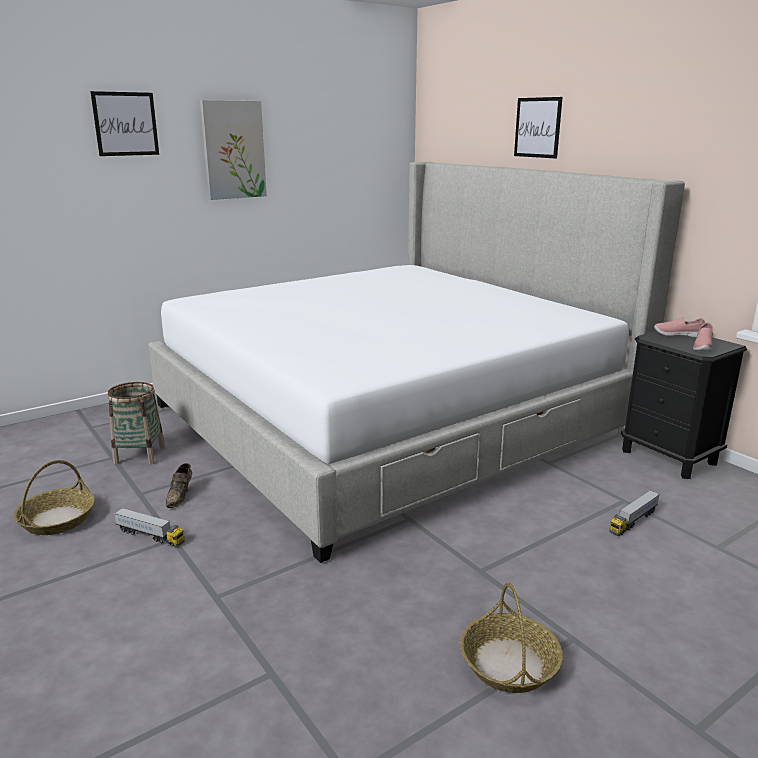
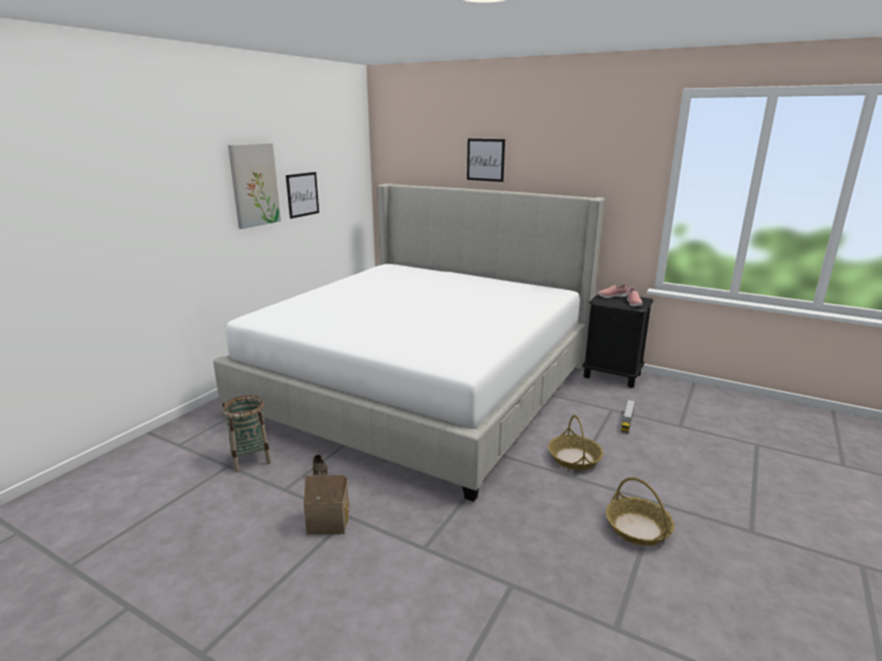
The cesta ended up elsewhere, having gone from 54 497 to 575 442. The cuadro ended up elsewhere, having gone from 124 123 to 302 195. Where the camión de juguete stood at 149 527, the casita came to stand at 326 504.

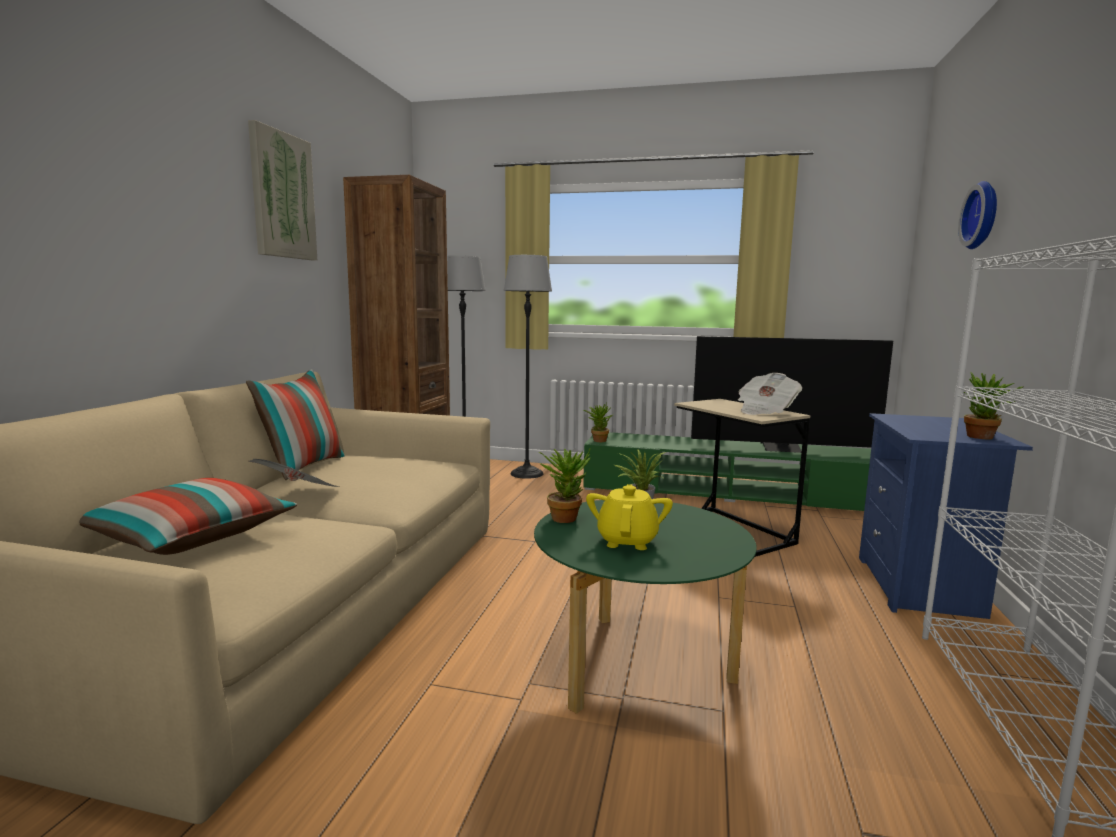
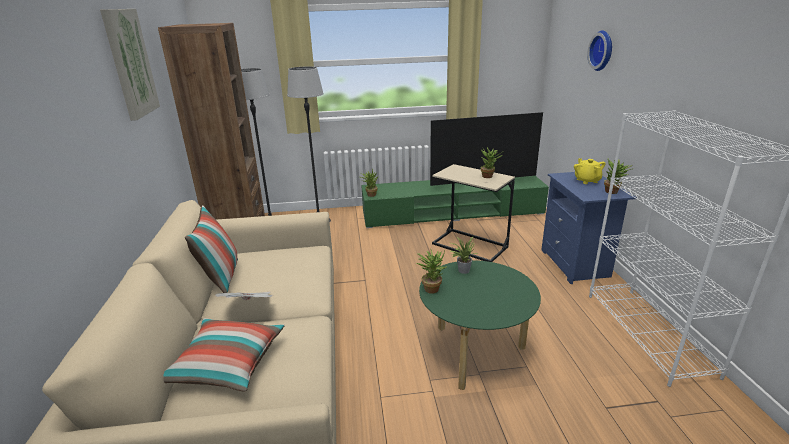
The tetera [amarillo] ended up elsewhere, having gone from 629 517 to 590 171. Where the periódico stood at 770 394, the planta en maceta came to stand at 491 162.

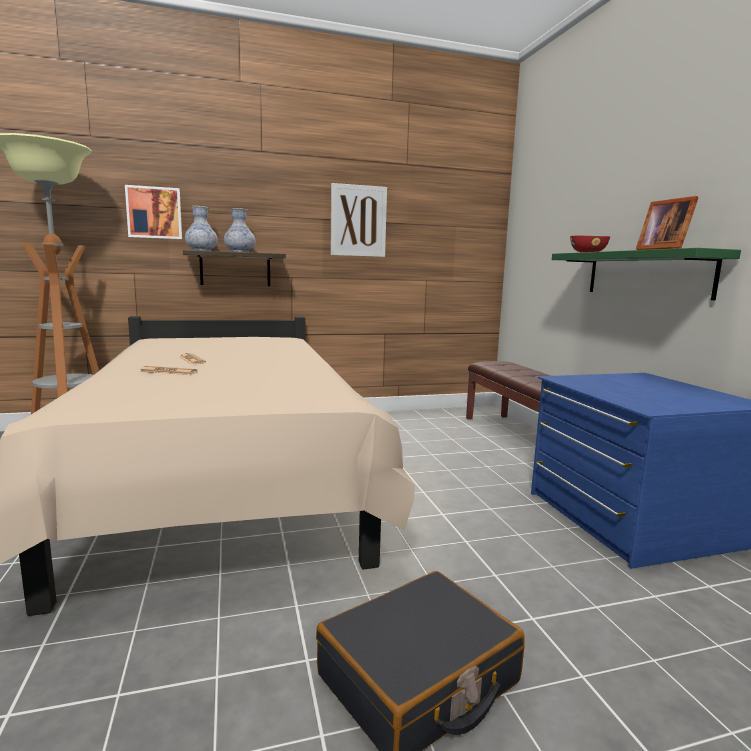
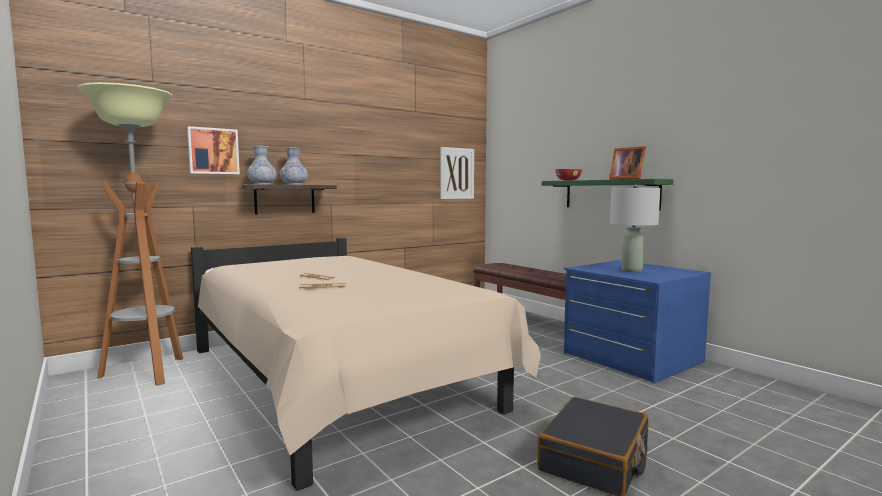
The second view gained the lámpara de mesa [gris] at 635 228. The cuadro ended up elsewhere, having gone from 359 220 to 457 173.

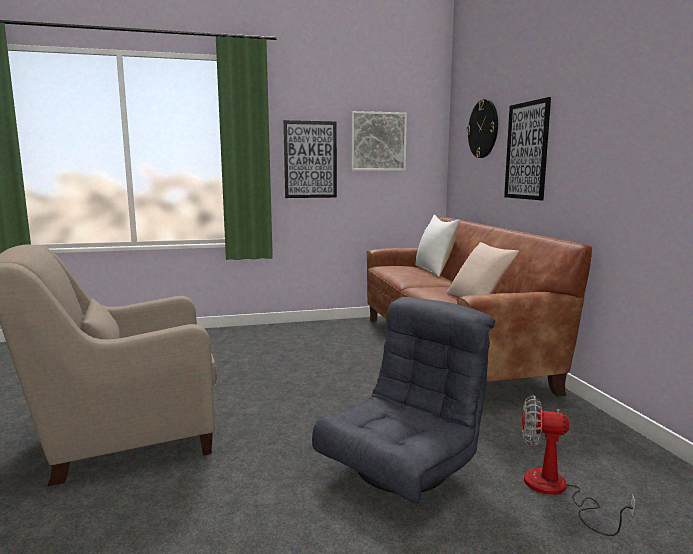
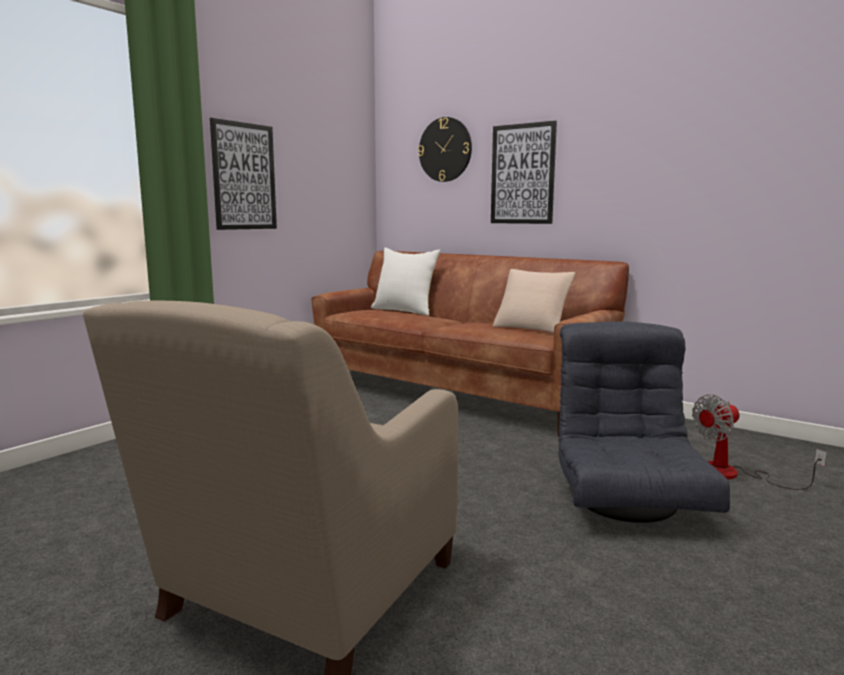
The second view lost the cuadro at 379 141.

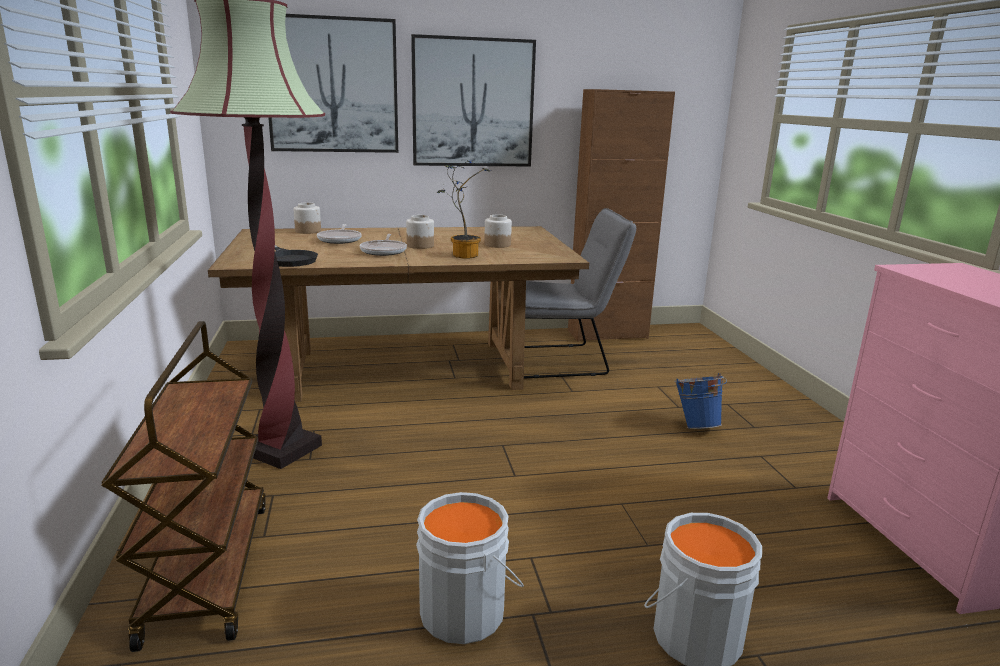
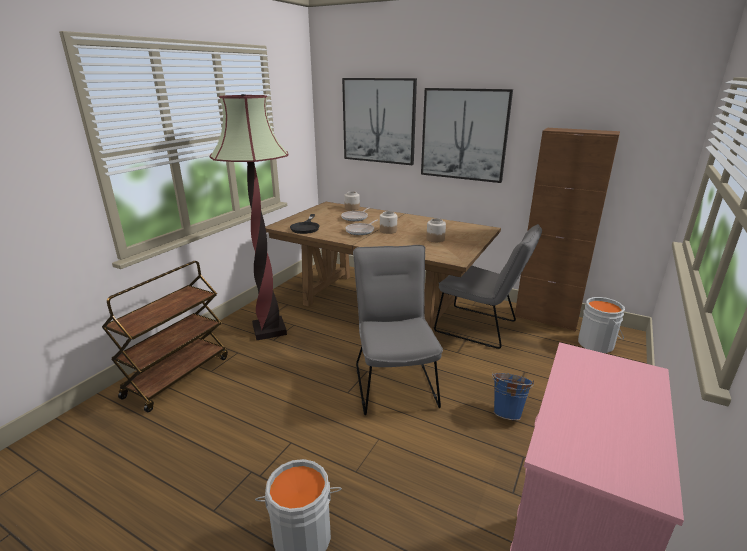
The second view lost the planta en maceta at 464 209. The second view gained the silla [gris] at 398 330. The cubo [gris] ended up elsewhere, having gone from 470 568 to 601 325.

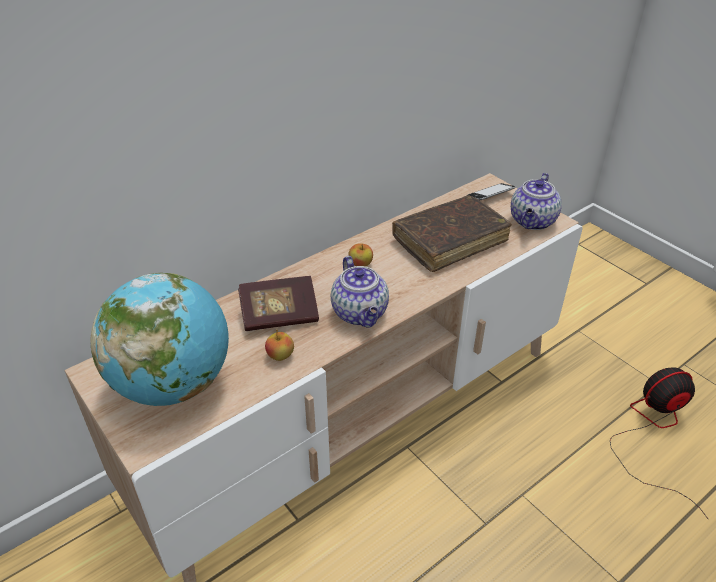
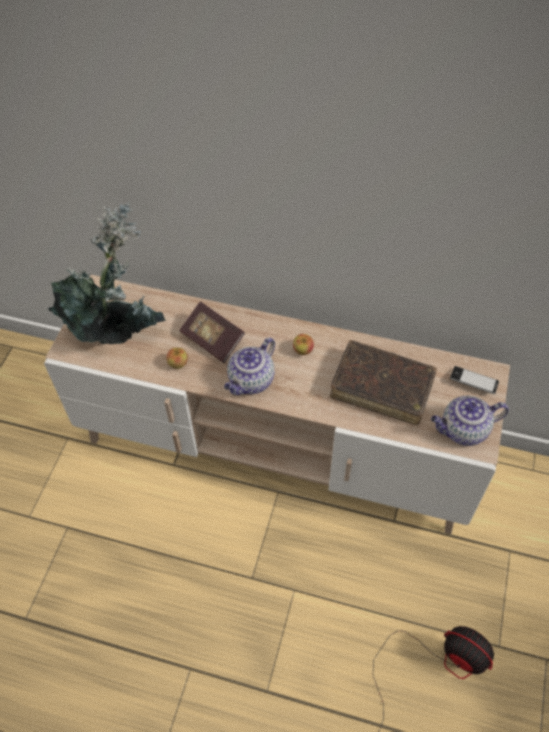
Where the globo terráqueo stood at 160 339, the planta en maceta came to stand at 107 272.

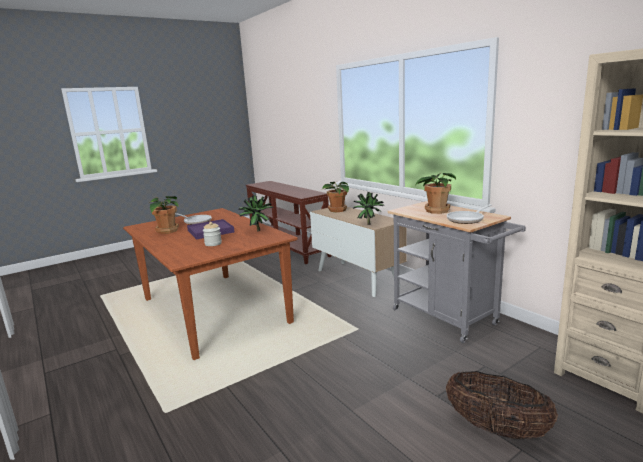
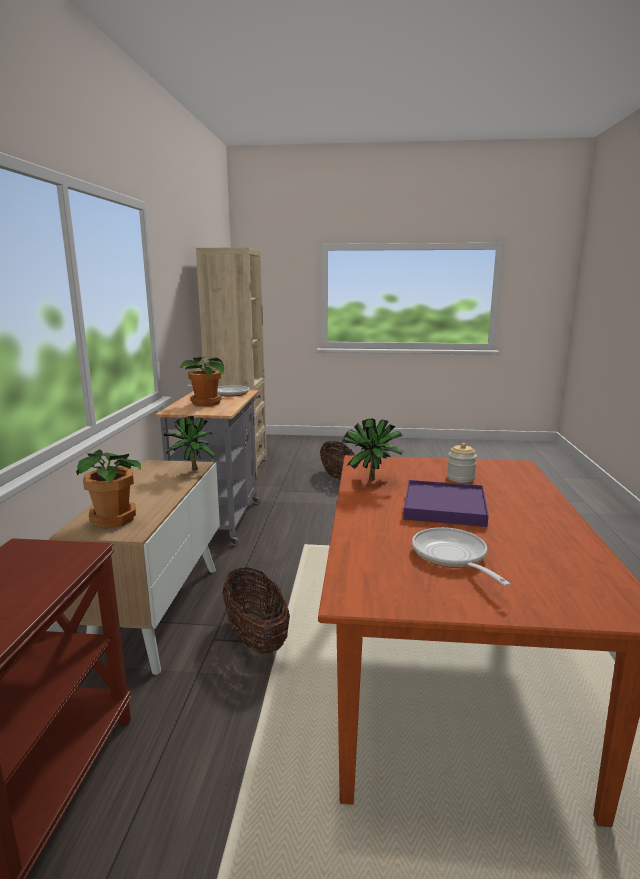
The second view lost the planta en maceta at 164 215. The second view gained the cesta at 256 610.

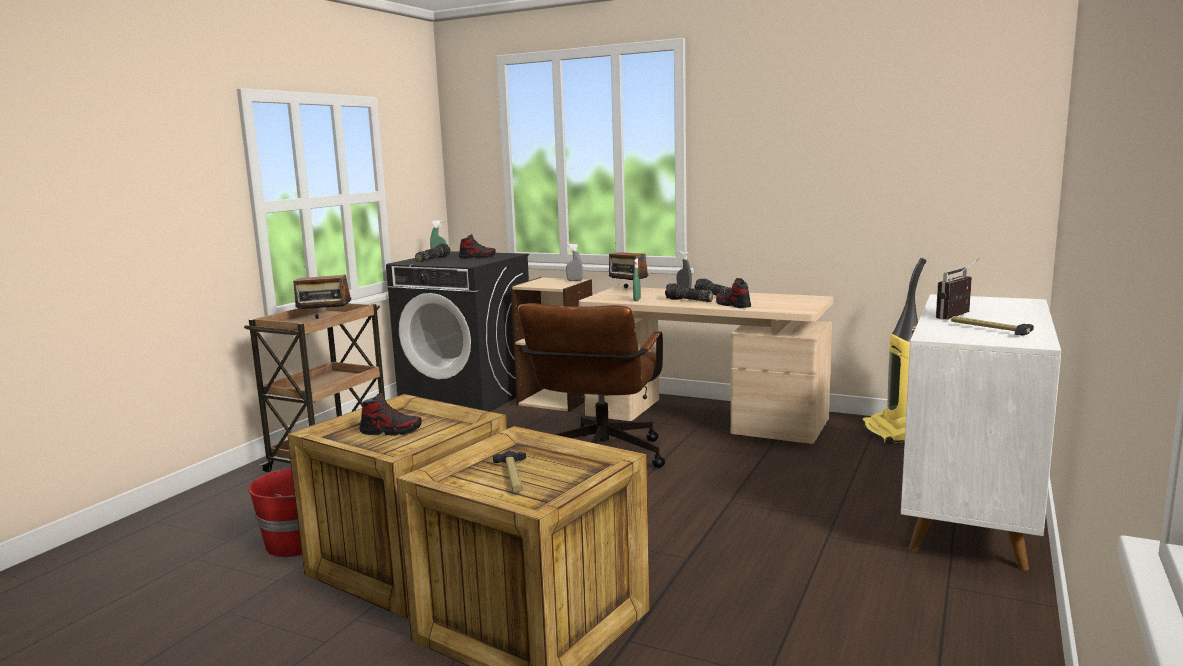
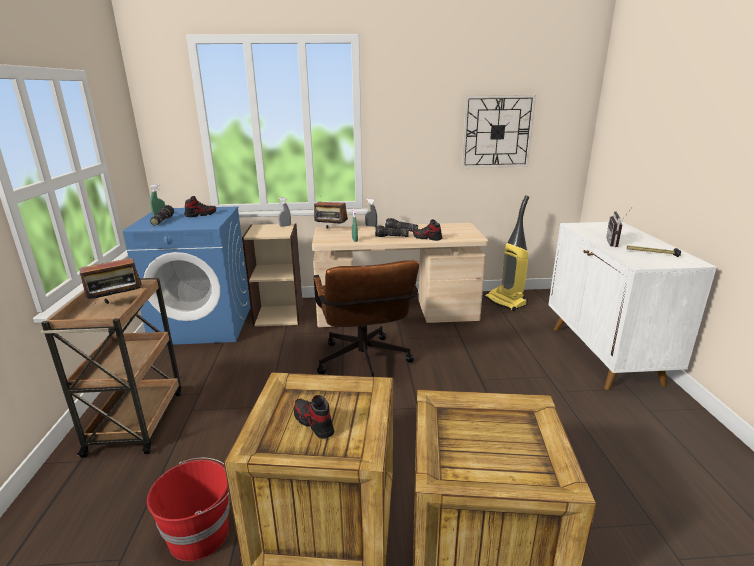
The second view lost the martillo at 509 471. The second view gained the reloj de pared at 498 131. What was the lavadora [negro] at 457 331 turned into the lavadora [azul] at 187 275. The zapato at 391 414 ended up facing another way, 105 degrees counterclockwise from before.

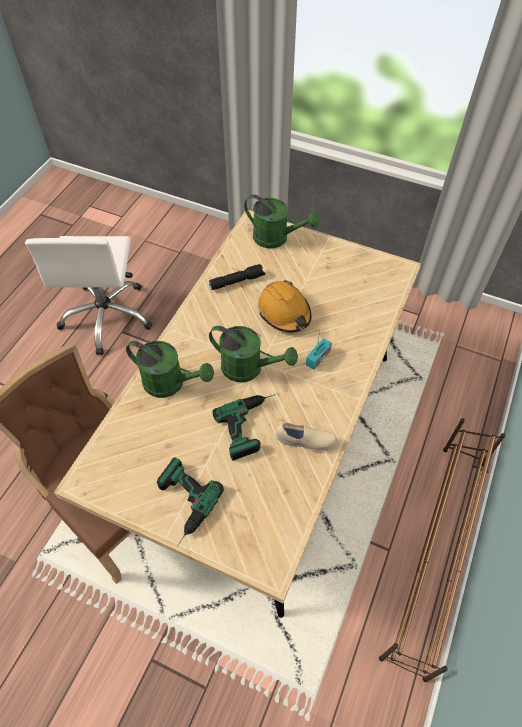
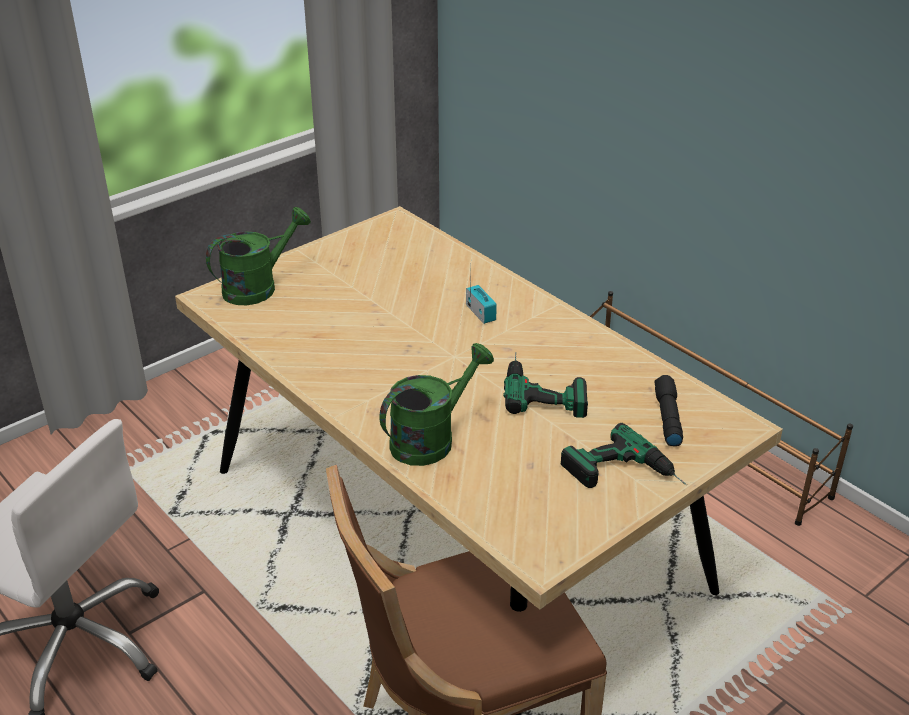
The second view lost the regadera [verde] at 253 354. The second view lost the casco [naranja] at 284 306. The second view lost the zapato [beis] at 306 437. The linterna [negro] ended up elsewhere, having gone from 237 277 to 669 410.

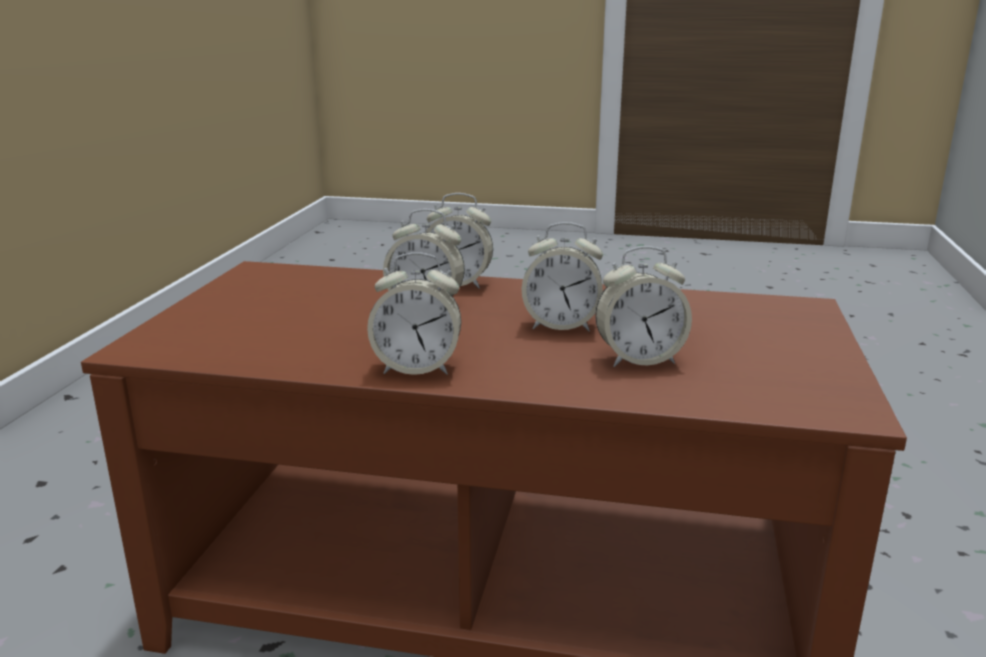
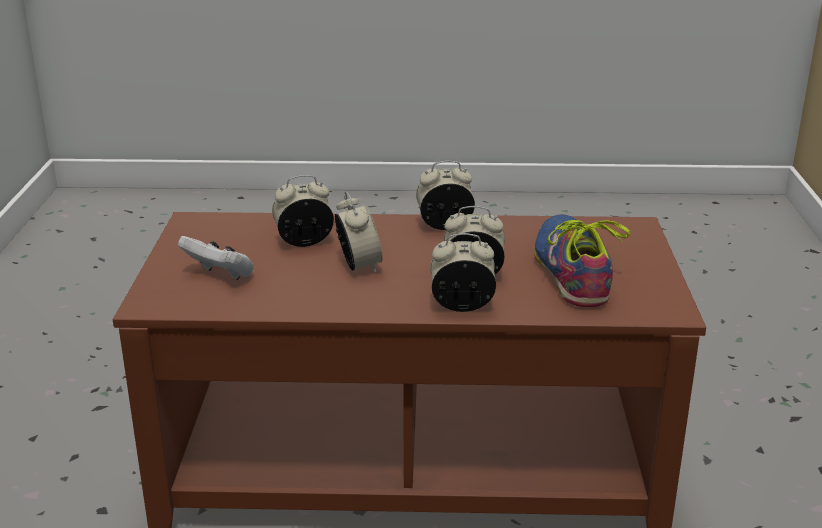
The second view gained the mando de consola [blanco] at 216 258. The second view gained the zapato at 582 260. The despertador at 562 276 ended up facing another way, 75 degrees clockwise from before.

